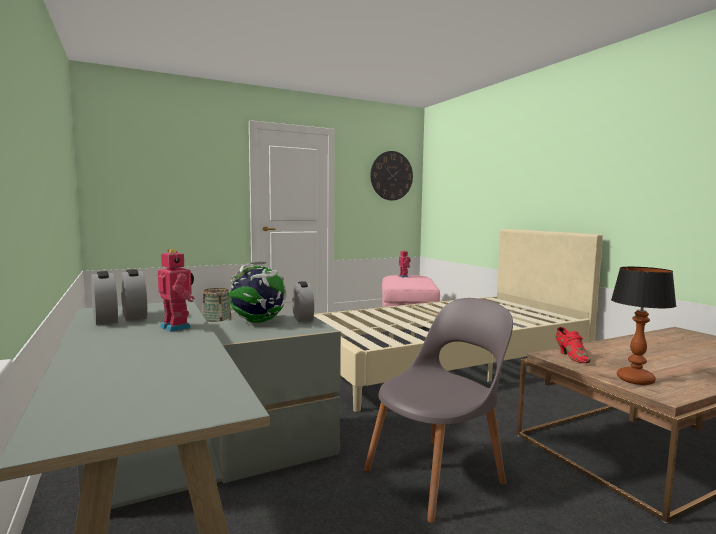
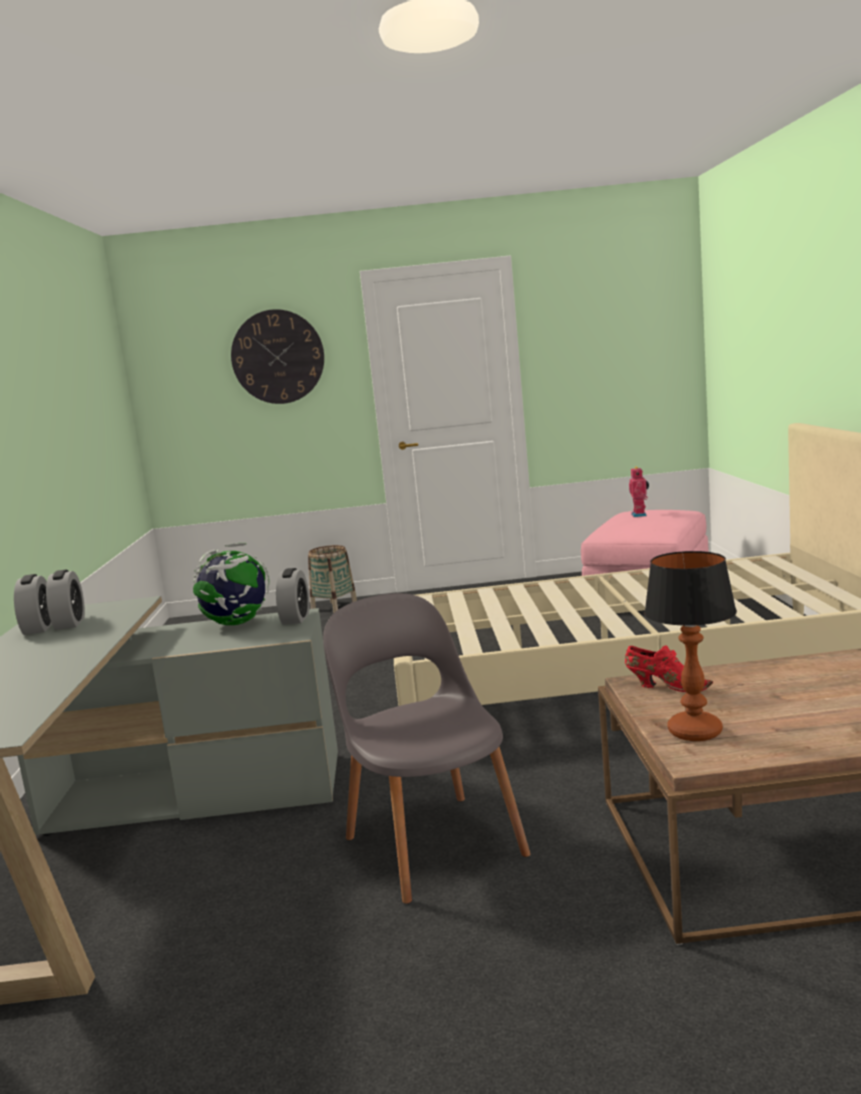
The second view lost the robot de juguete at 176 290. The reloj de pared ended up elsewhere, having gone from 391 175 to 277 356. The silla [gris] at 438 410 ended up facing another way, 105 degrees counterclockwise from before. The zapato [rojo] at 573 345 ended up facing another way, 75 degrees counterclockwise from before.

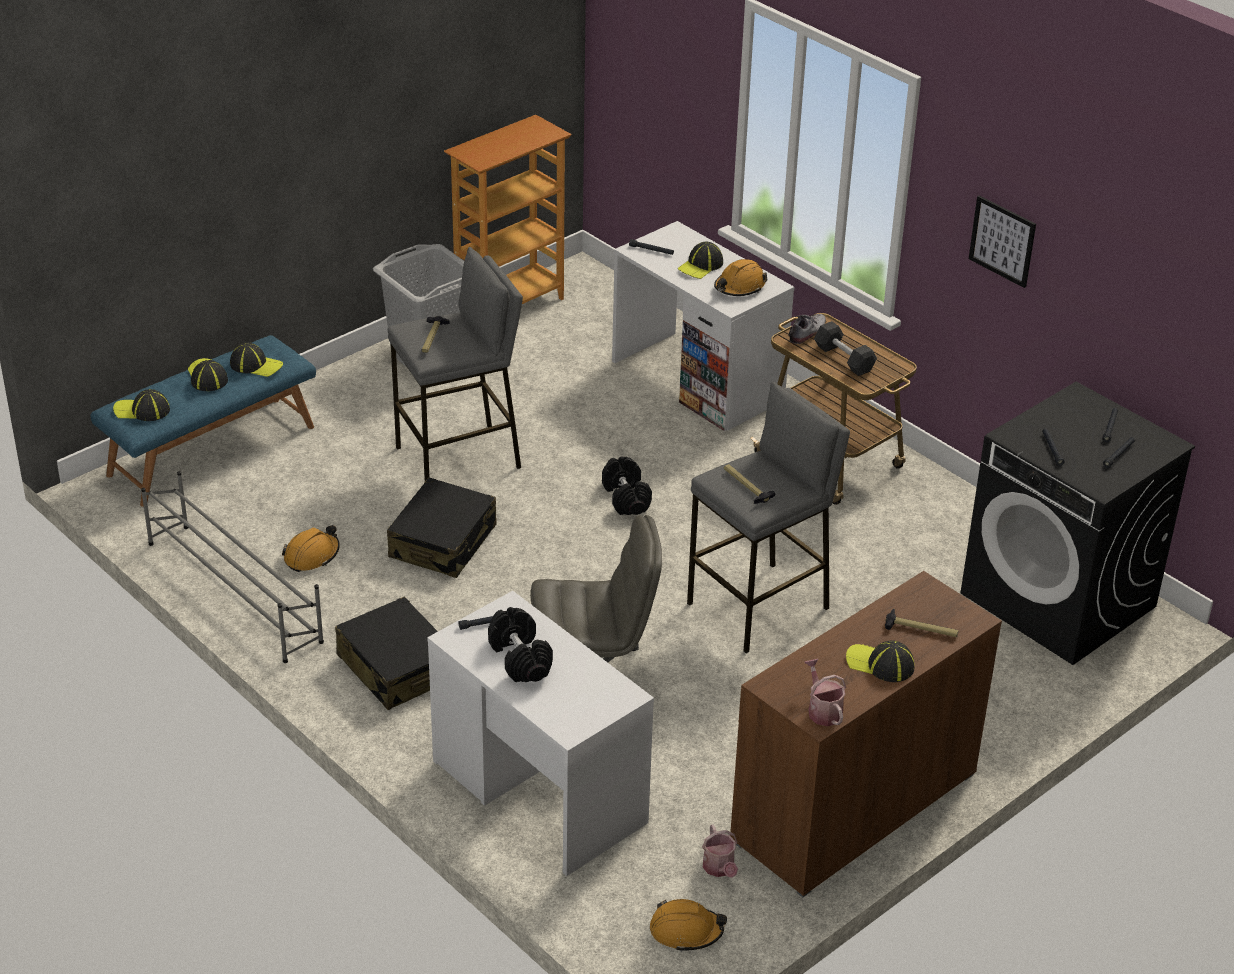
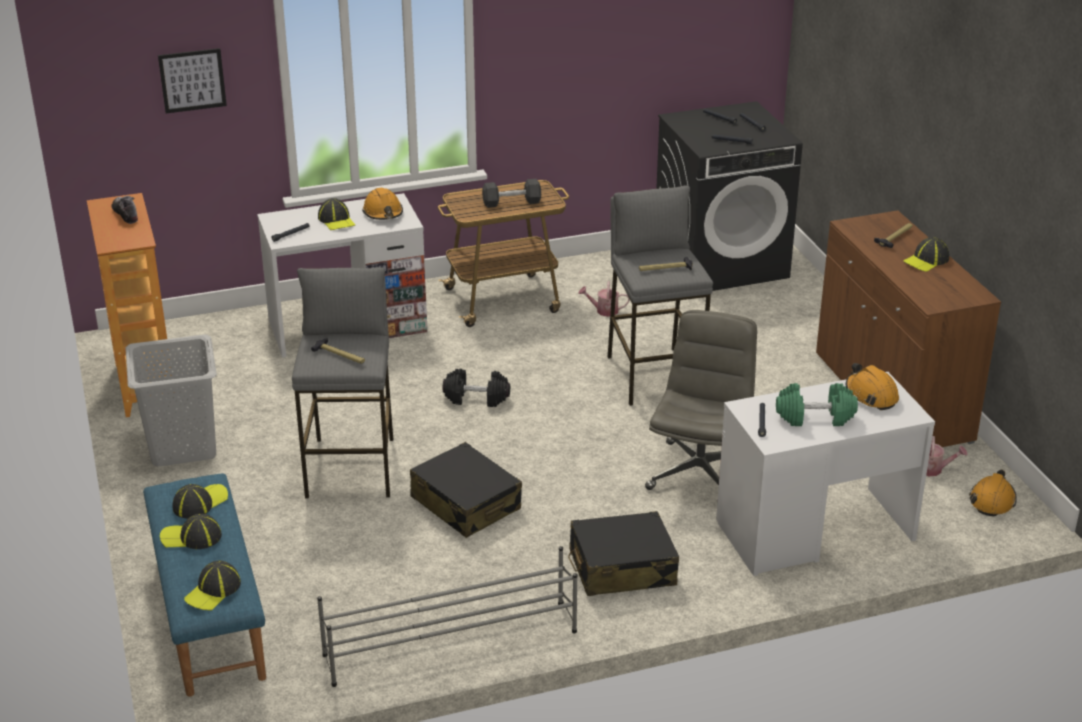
The casco [naranja] ended up elsewhere, having gone from 311 548 to 872 386. The zapato ended up elsewhere, having gone from 807 329 to 124 210. The regadera ended up elsewhere, having gone from 825 692 to 604 299. The cuadro ended up elsewhere, having gone from 1002 242 to 192 80. What was the mancuerna [negro] at 520 644 turned into the mancuerna [verde] at 817 404.

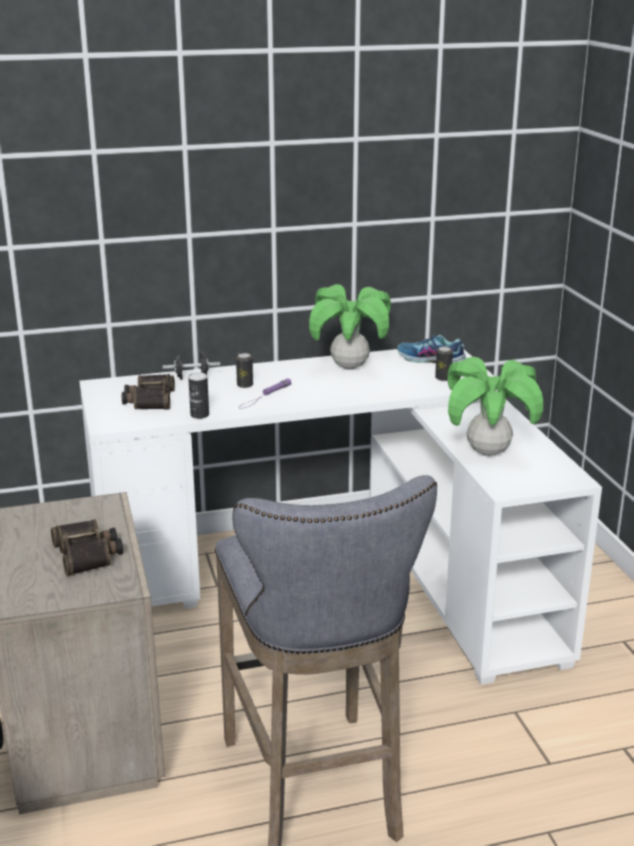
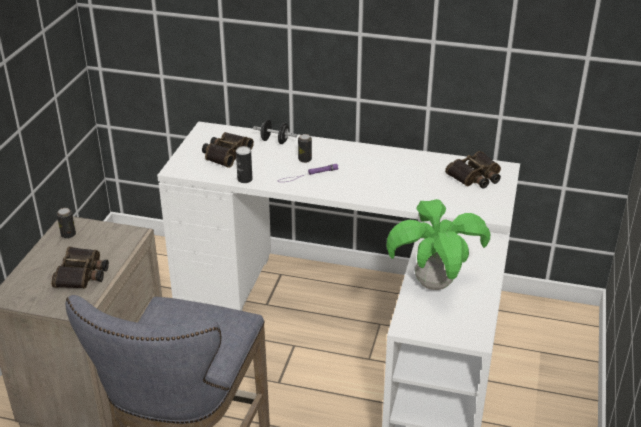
The second view lost the planta en maceta at 350 327. The lata ended up elsewhere, having gone from 444 363 to 66 223. Where the zapato stood at 431 349, the prismáticos came to stand at 473 170.

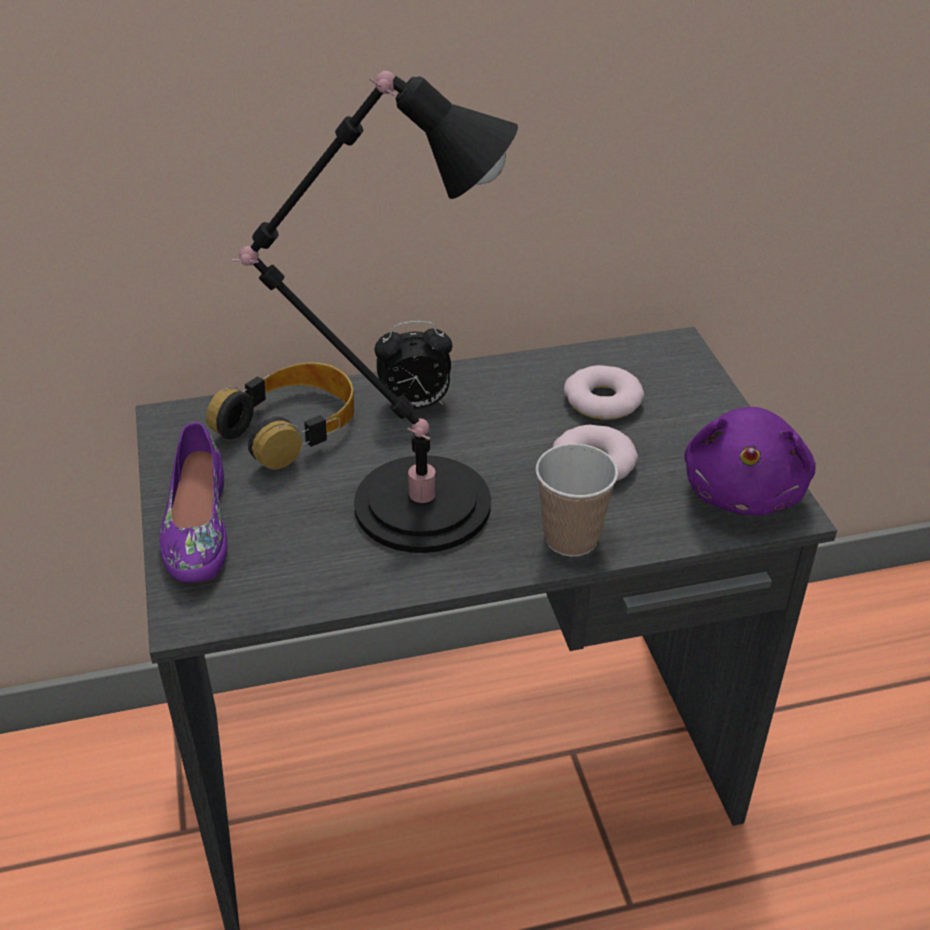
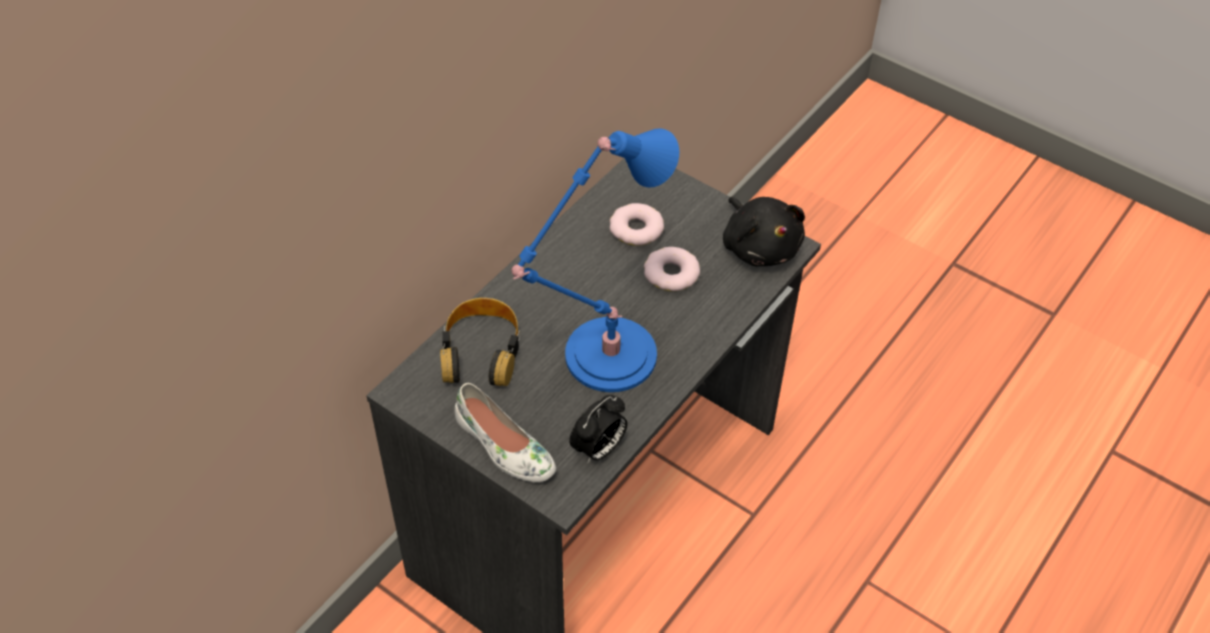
The second view lost the taza at 576 499. The despertador ended up elsewhere, having gone from 413 365 to 598 429. What was the zapato [morado] at 193 502 turned into the zapato [blanco] at 505 432. What was the lámpara de mesa [negro] at 375 312 turned into the lámpara de mesa [azul] at 595 260. What was the peluche [morado] at 750 461 turned into the peluche [negro] at 764 231.

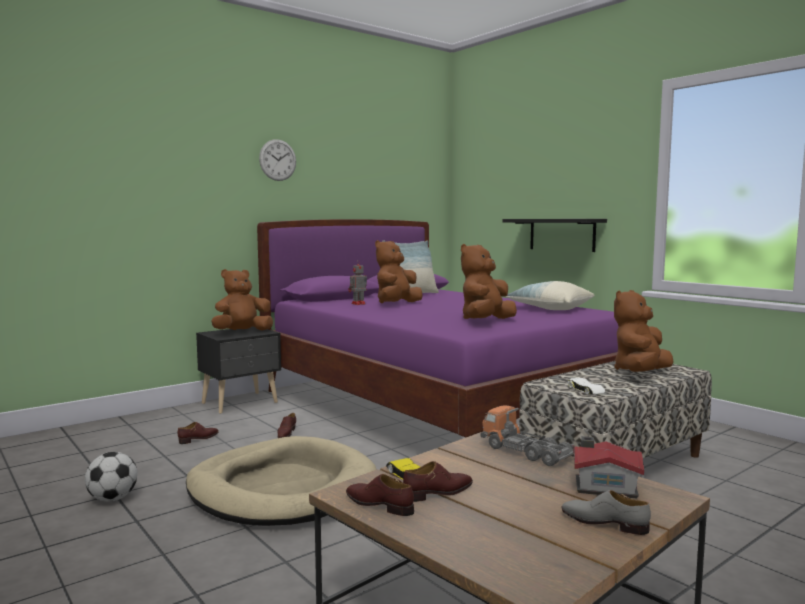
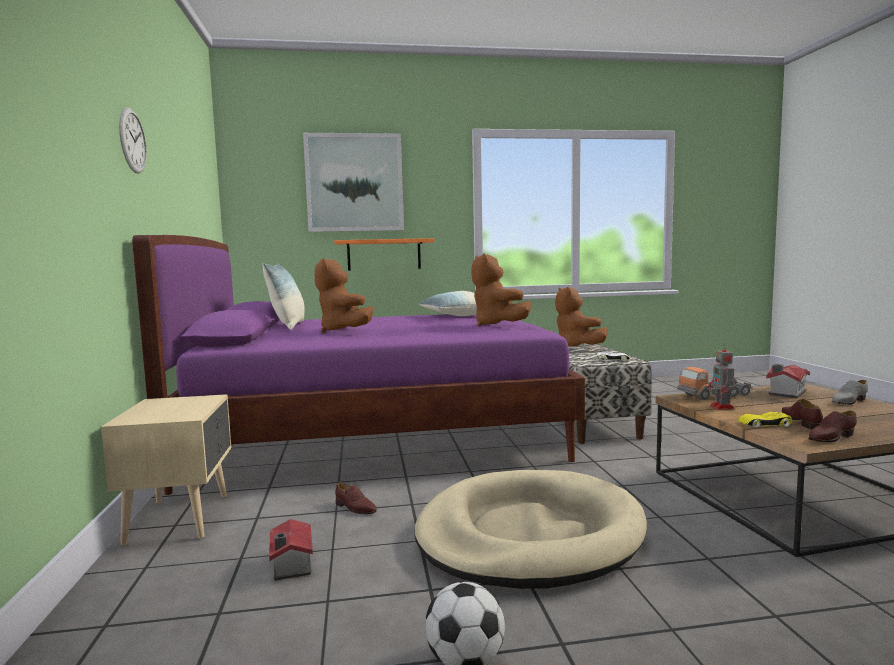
The second view lost the peluche [marrón] at 242 300. The second view gained the cuadro at 353 182. The robot de juguete ended up elsewhere, having gone from 357 284 to 722 376. Where the zapato [marrón] stood at 198 433, the casita came to stand at 291 549. What was the mesita de noche [negro] at 238 370 turned into the mesita de noche [beis] at 166 470. What was the estante [negro] at 554 235 turned into the estante [naranja] at 384 254.

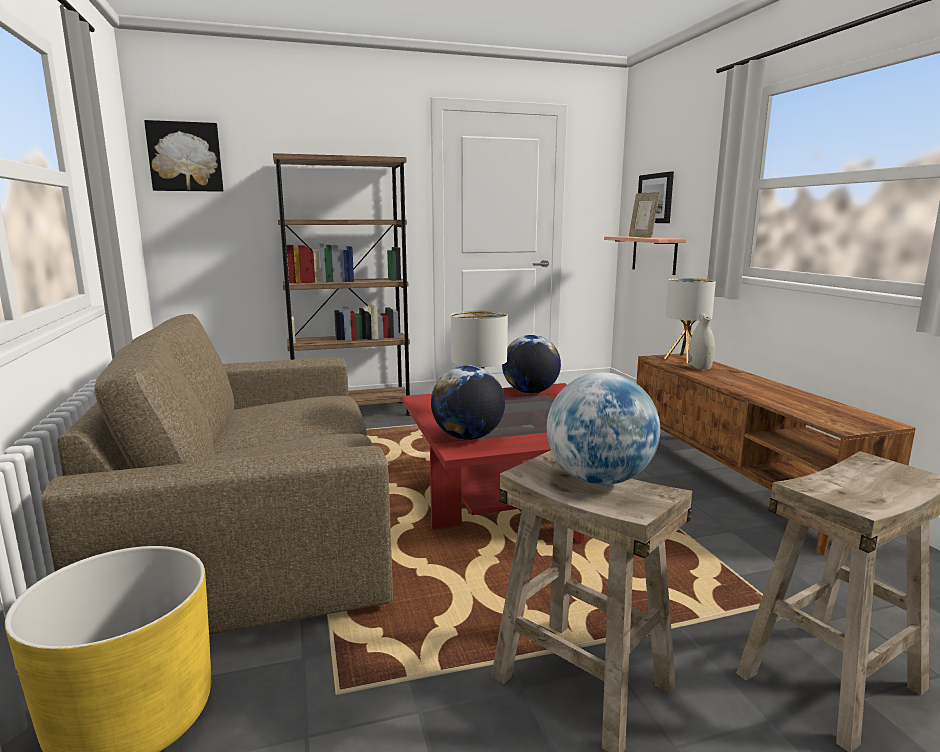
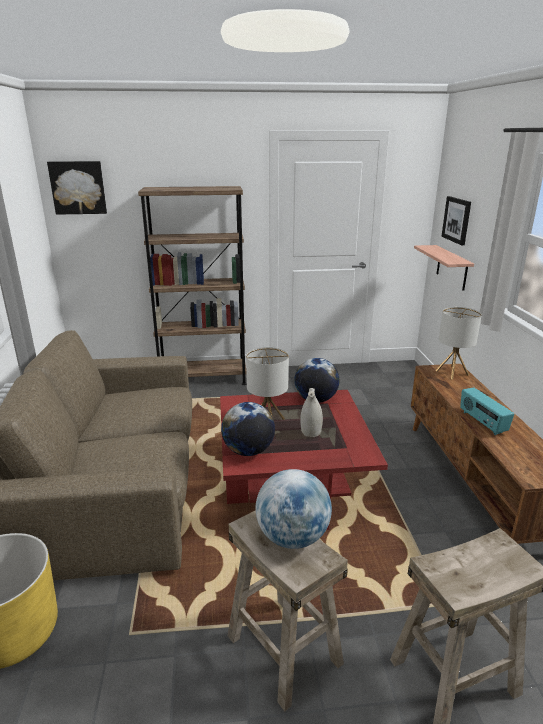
The second view lost the portarretratos at 644 215. The second view gained the radio at 487 411. The florero [blanco] ended up elsewhere, having gone from 702 341 to 311 412.

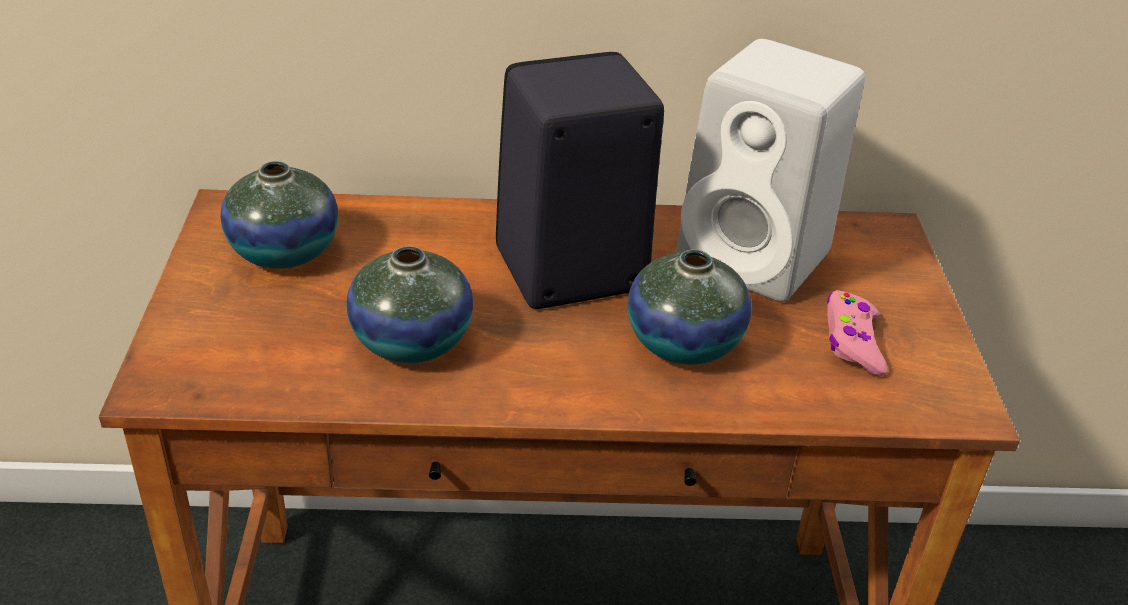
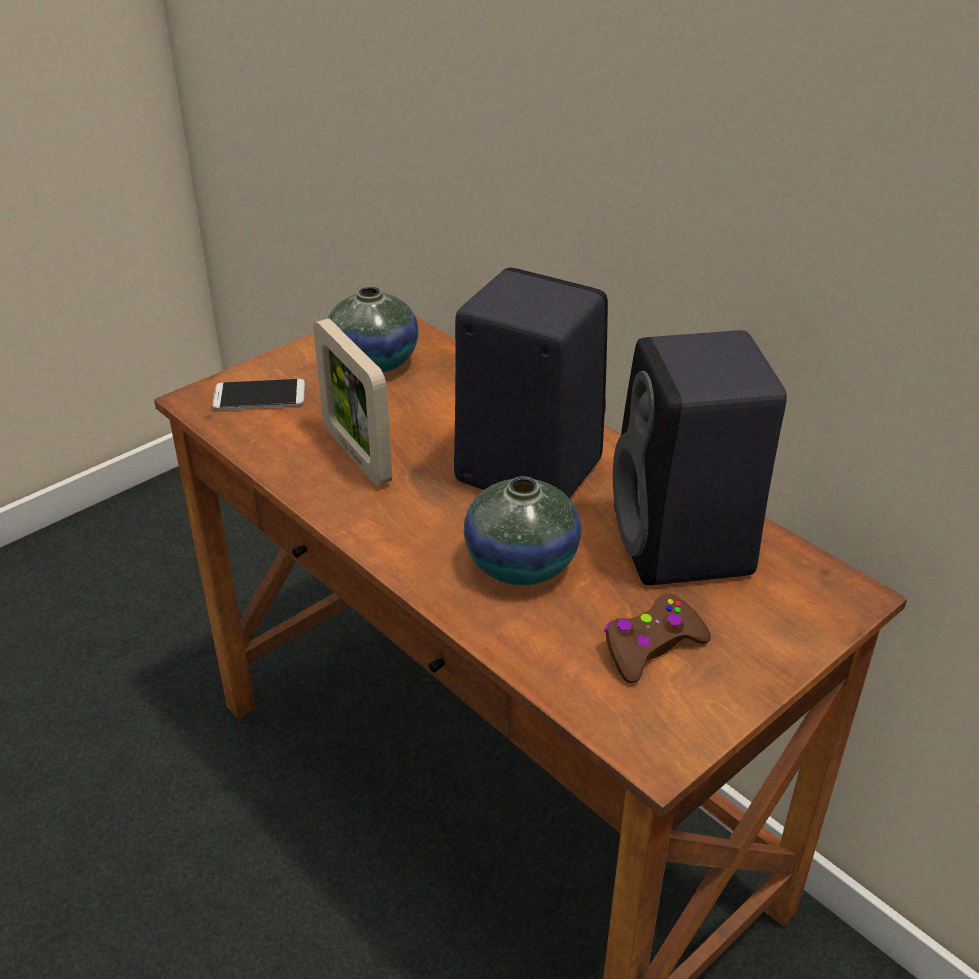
The second view gained the móvil at 258 394. Where the florero stood at 410 304, the portarretratos came to stand at 352 402. What was the altavoz [blanco] at 770 170 turned into the altavoz [negro] at 700 457. What was the mando de consola [rosa] at 857 333 turned into the mando de consola [marrón] at 657 638.

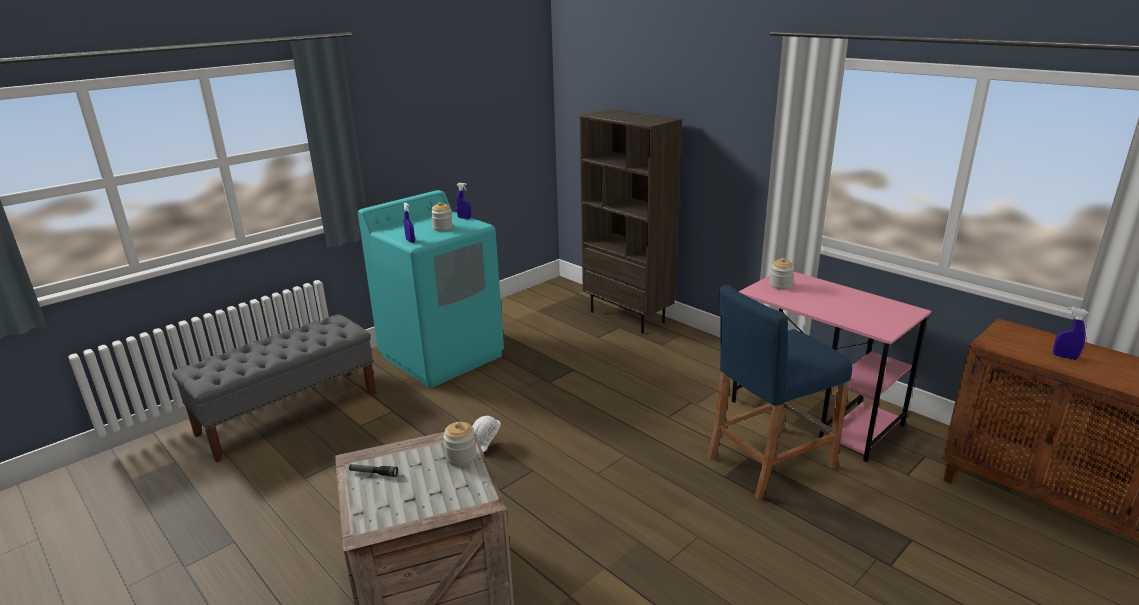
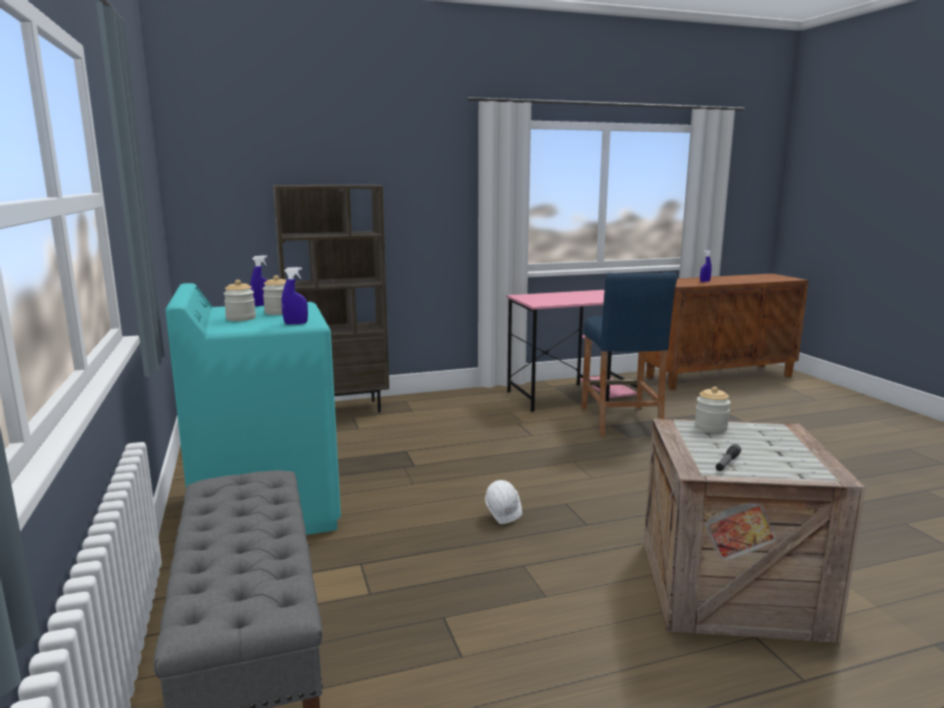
The tarro ended up elsewhere, having gone from 782 274 to 239 300.

